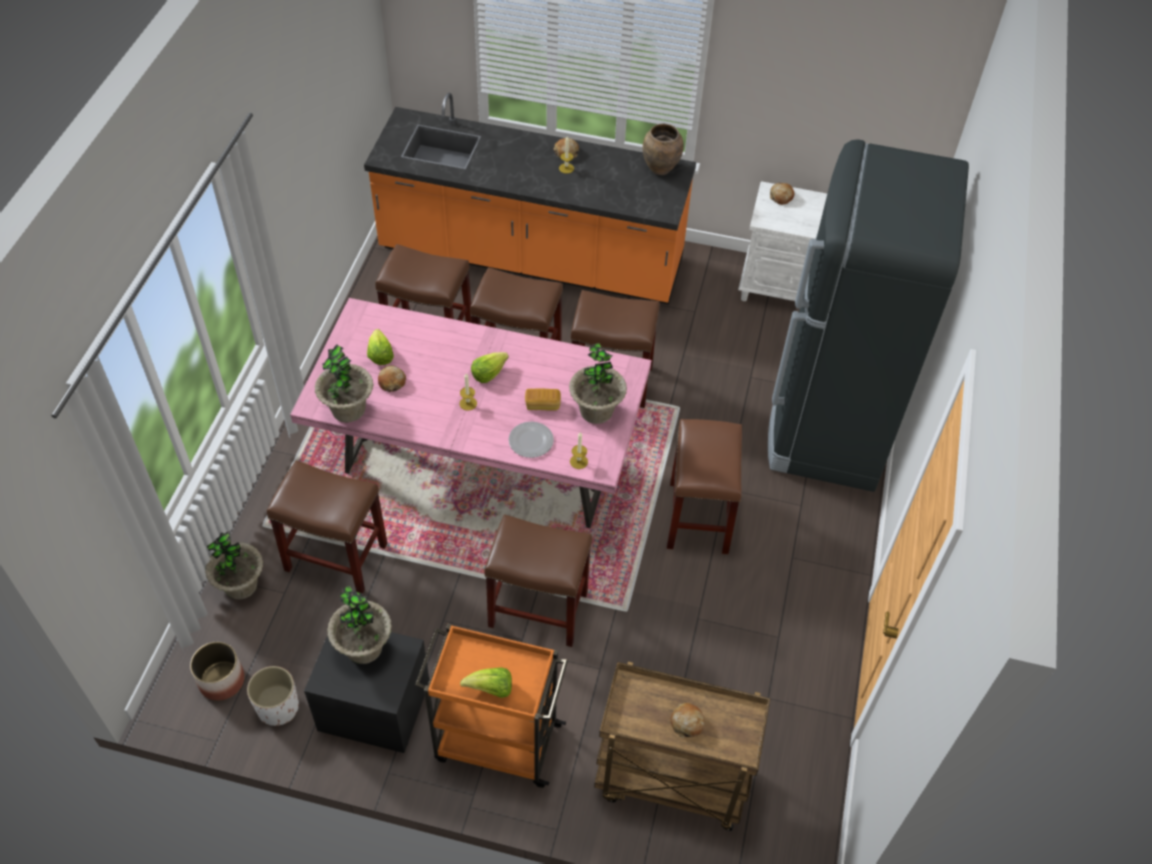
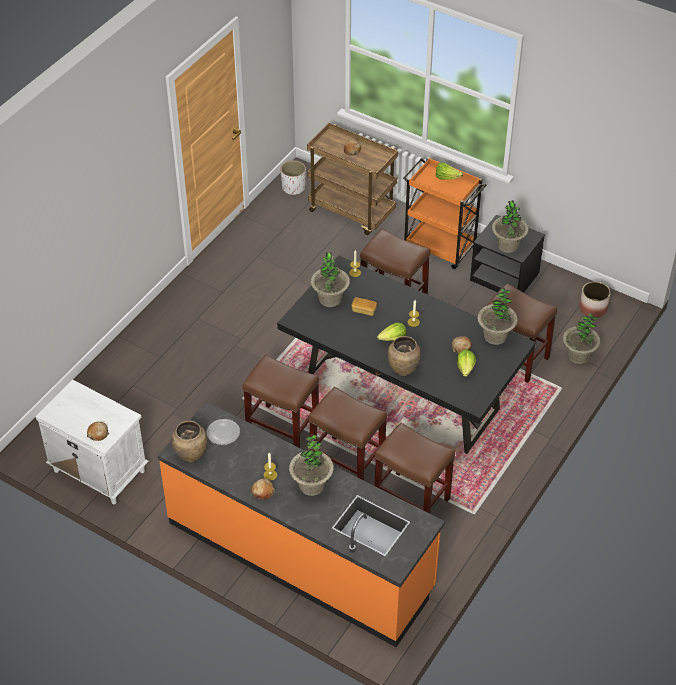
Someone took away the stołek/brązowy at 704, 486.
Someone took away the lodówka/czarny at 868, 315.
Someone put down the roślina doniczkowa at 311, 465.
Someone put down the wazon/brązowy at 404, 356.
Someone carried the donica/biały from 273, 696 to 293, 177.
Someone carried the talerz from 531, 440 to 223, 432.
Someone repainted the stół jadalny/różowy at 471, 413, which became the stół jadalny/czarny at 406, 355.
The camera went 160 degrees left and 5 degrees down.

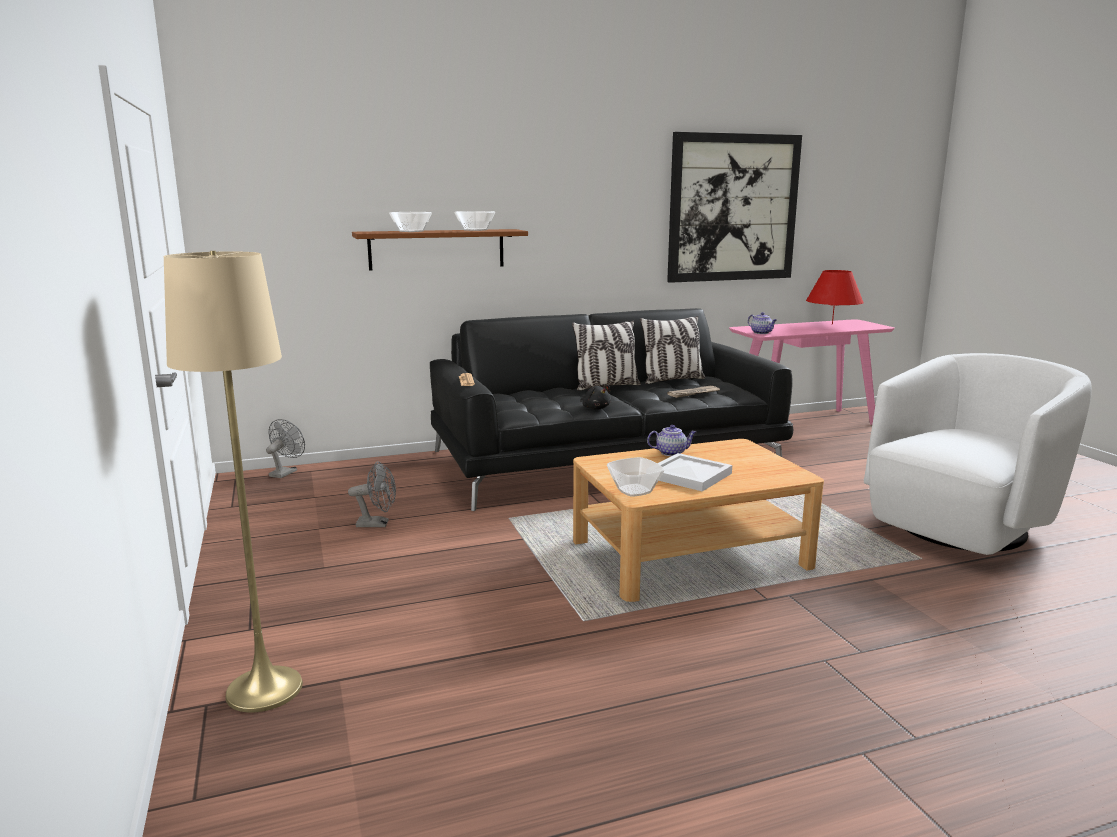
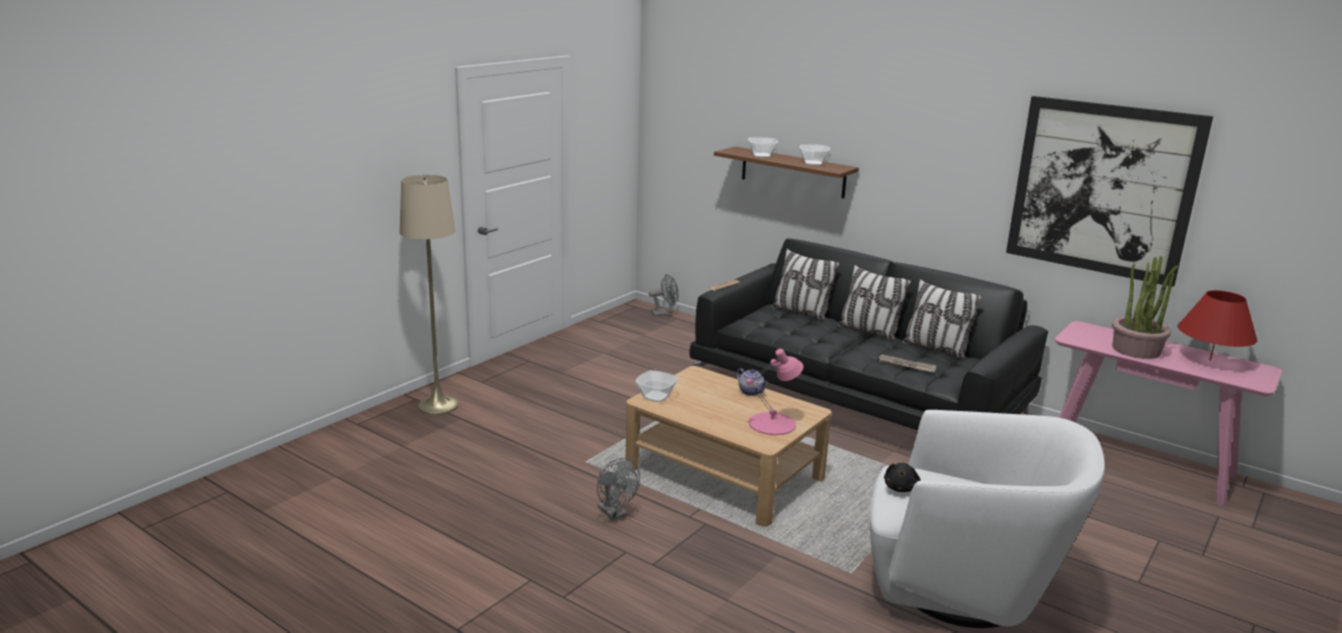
Someone took away the taca/biały at 695, 472.
Someone took away the imbryk at 762, 323.
Someone put down the lampa stołowa/różowy at 774, 392.
Someone put down the poduszka at 805, 285.
Someone put down the roślina doniczkowa at 1145, 307.
Someone carried the wentylator/szary from 372, 494 to 618, 489.
Someone carried the pluszak/czarny from 595, 397 to 902, 477.
The camera went 55 degrees right and 5 degrees up.

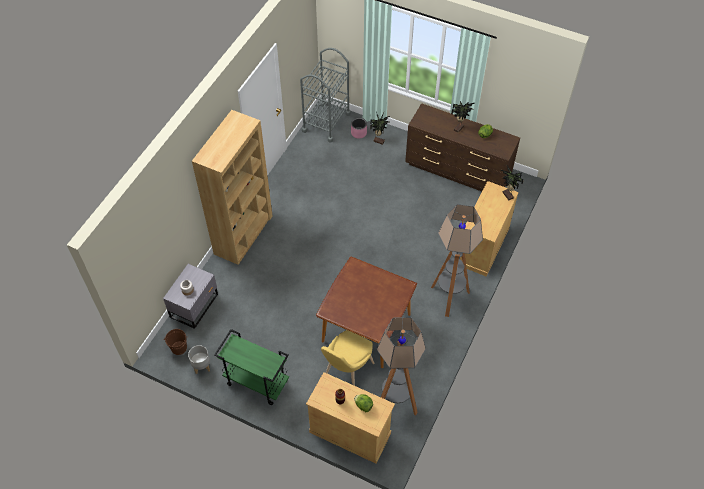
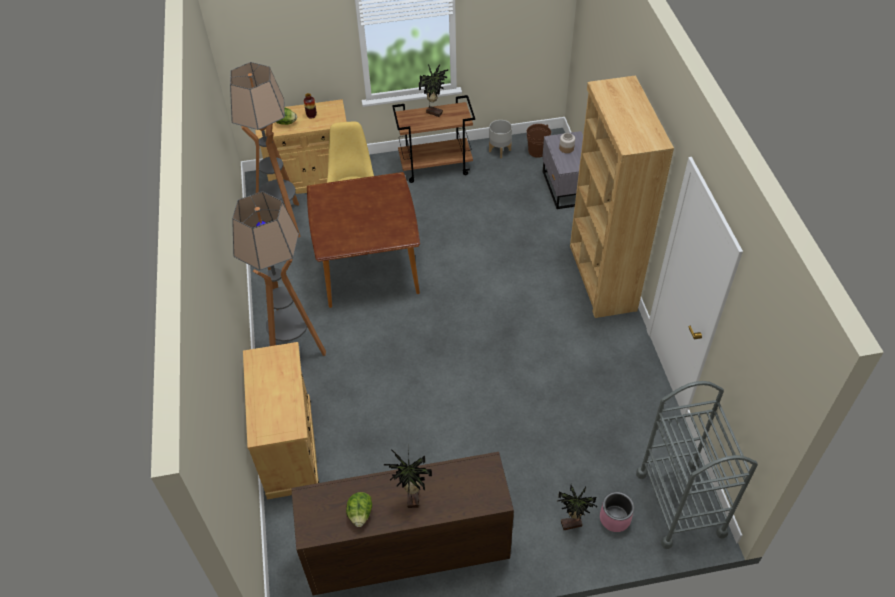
Someone carried the roślina doniczkowa from 512, 182 to 433, 90.
Someone repainted the wózek/zielony at 251, 367, which became the wózek/brązowy at 433, 139.
The camera went 145 degrees right and 5 degrees down.

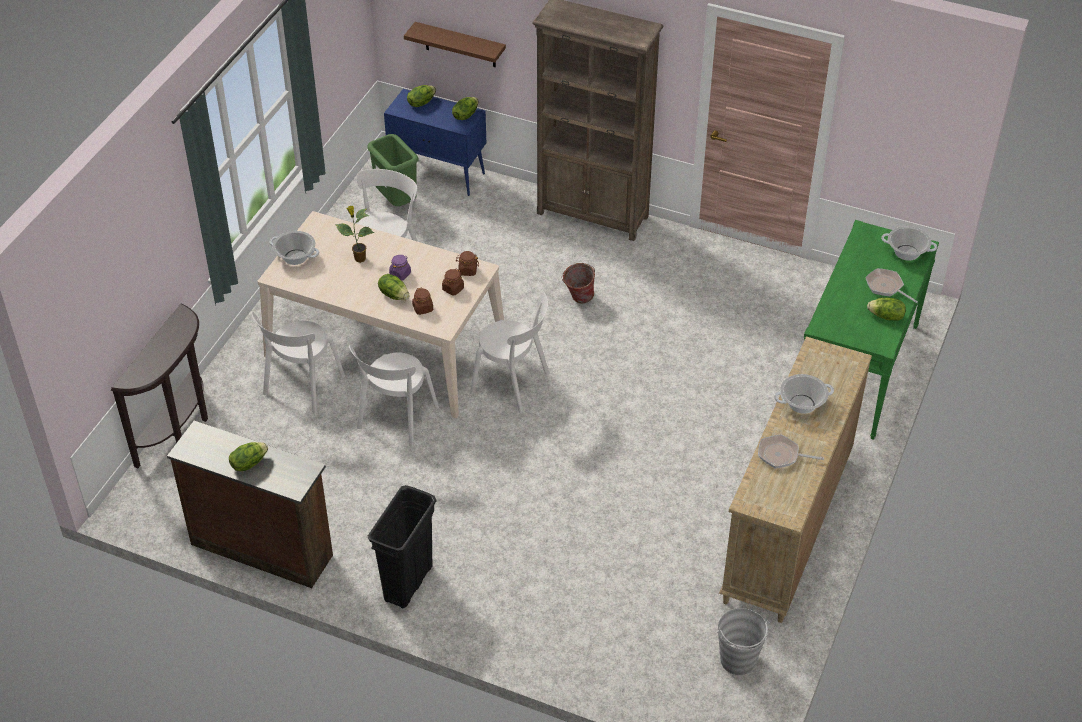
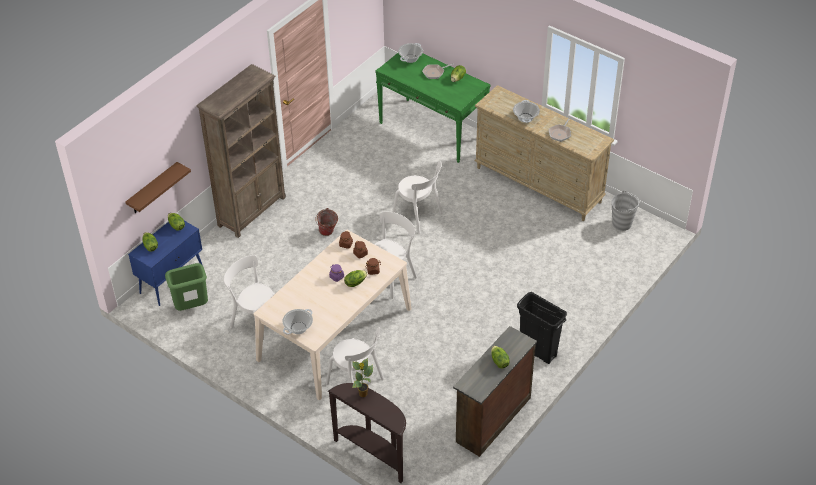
Someone carried the roślina doniczkowa from 354, 234 to 362, 377.
Someone carried the krzesło/biały from 394, 396 to 417, 197.
The camera went 75 degrees left and 0 degrees up.

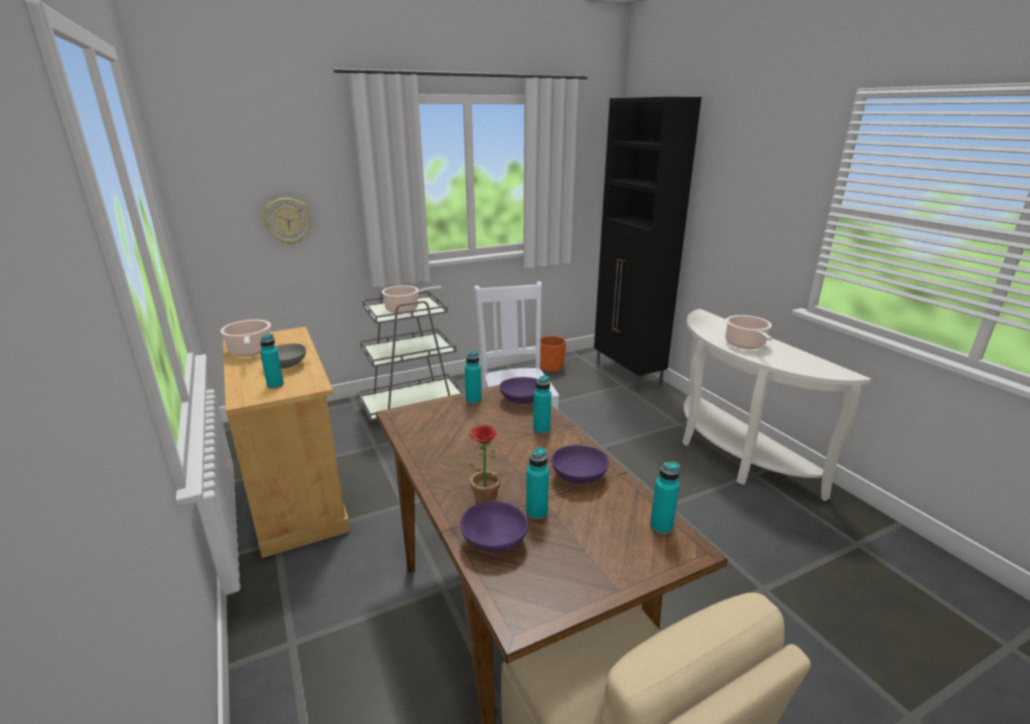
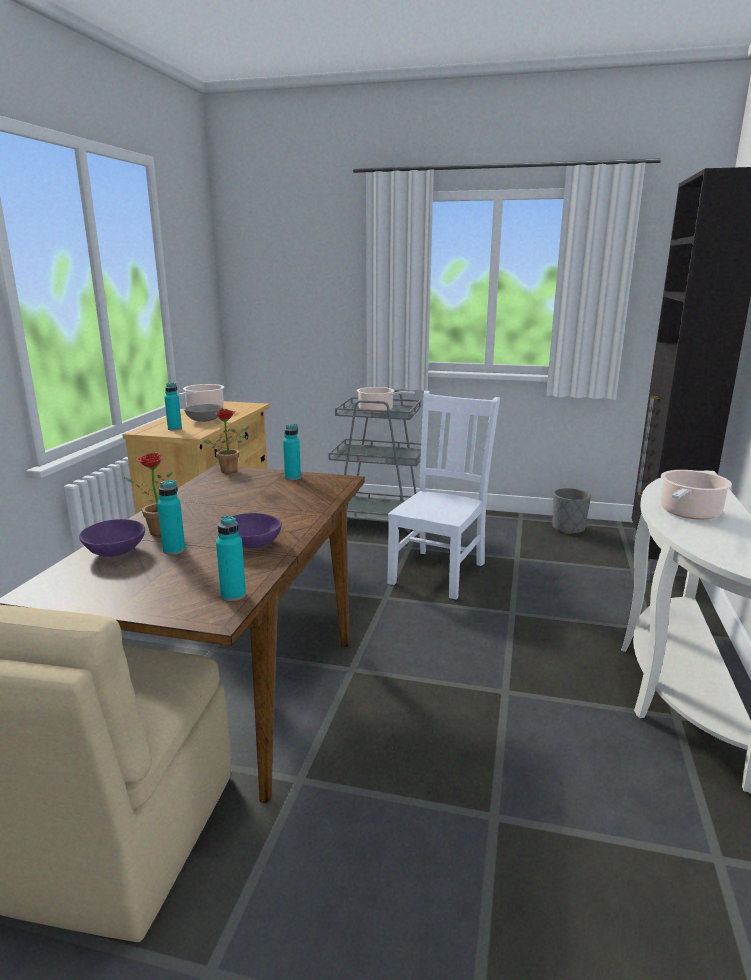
Someone took away the zegar ścienny at 287, 221.
Someone took away the miska/fioletowy at 519, 390.
Someone took away the butelka/turkusowy at 542, 404.
Someone put down the roślina doniczkowa at 226, 441.
Someone repainted the donica/pomarańczowy at 553, 354, which became the donica/szary at 571, 511.
The camera went 40 degrees right and 5 degrees down.

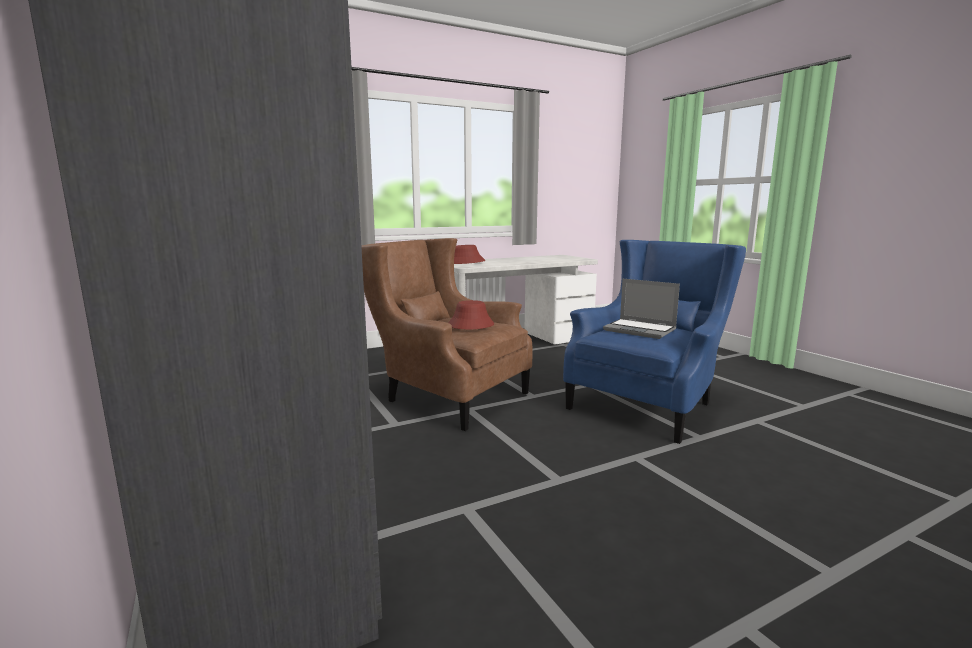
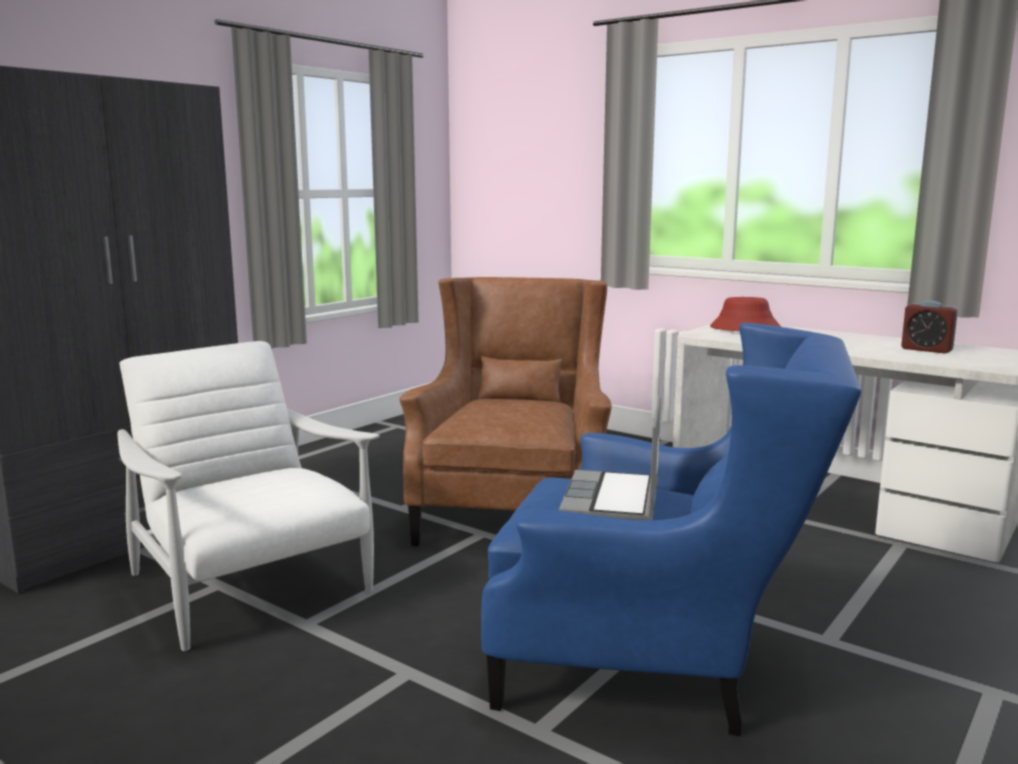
Someone took away the kapelusz/czerwony at 471, 314.
Someone put down the fotel/biały at 248, 496.
Someone put down the budzik at 929, 327.
The camera went 65 degrees right and 0 degrees up.

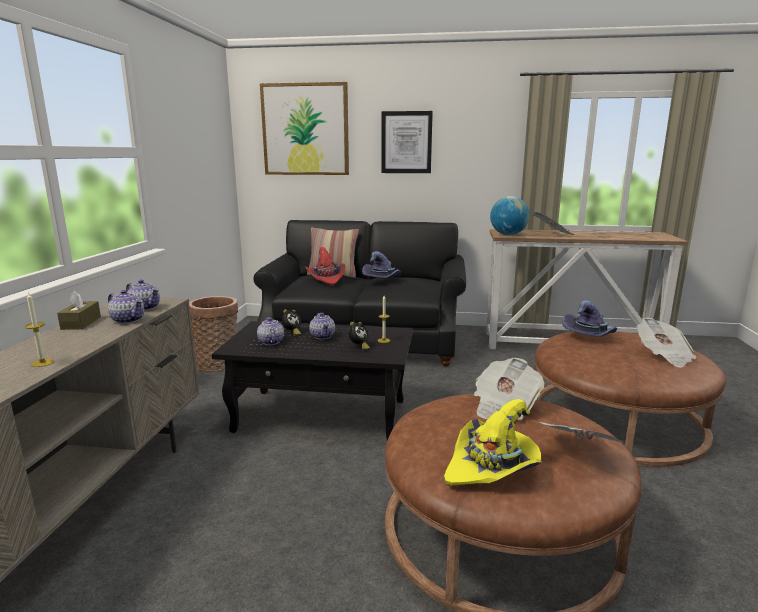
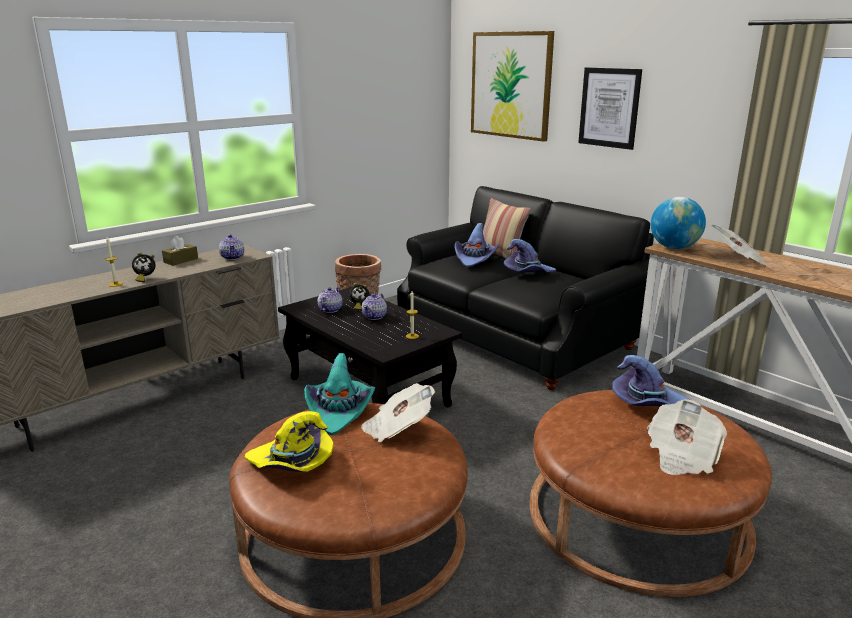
Someone took away the imbryk at 126, 307.
Someone took away the gazeta at 582, 432.
Someone put down the kapelusz/turkusowy at 339, 394.
Someone carried the budzik from 359, 336 to 144, 267.
Someone repainted the kapelusz/czerwony at 325, 266, which became the kapelusz/fioletowy at 476, 245.
The camera went 40 degrees right and 5 degrees up.

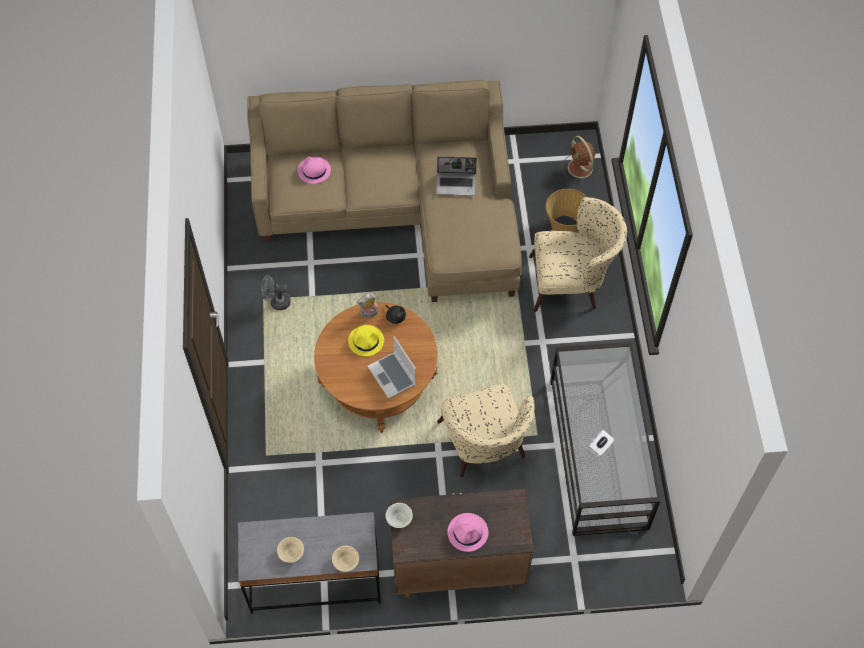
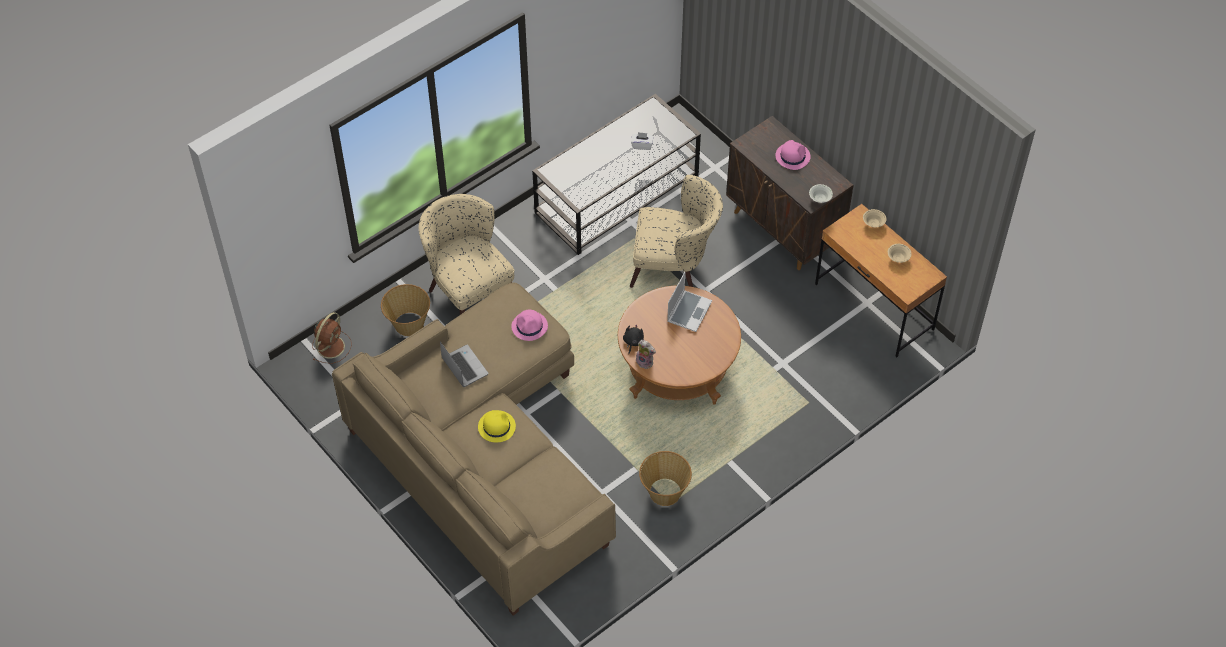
Someone carried the kapelusz/różowy from 314, 170 to 529, 325.
Someone carried the kapelusz/żółty from 366, 340 to 497, 426.
Someone swapped the wentylator/szary at 276, 292 for the koszyk at 665, 478.
Someone repainted the biurko/szary at 309, 563, which became the biurko/brązowy at 881, 280.
Someone rotated the fotel/beżowy at 486, 430 by 60 degrees clockwise.
The camera went 125 degrees left and 5 degrees down.

